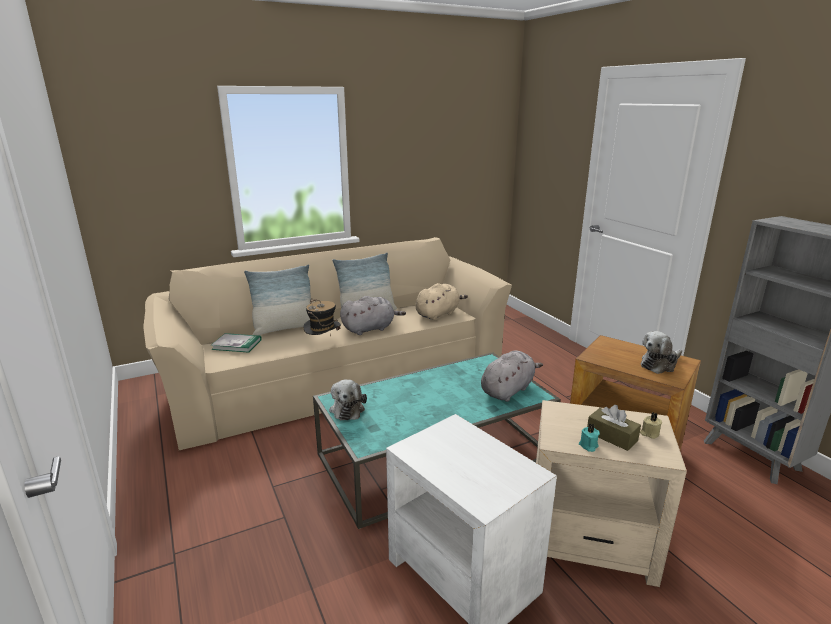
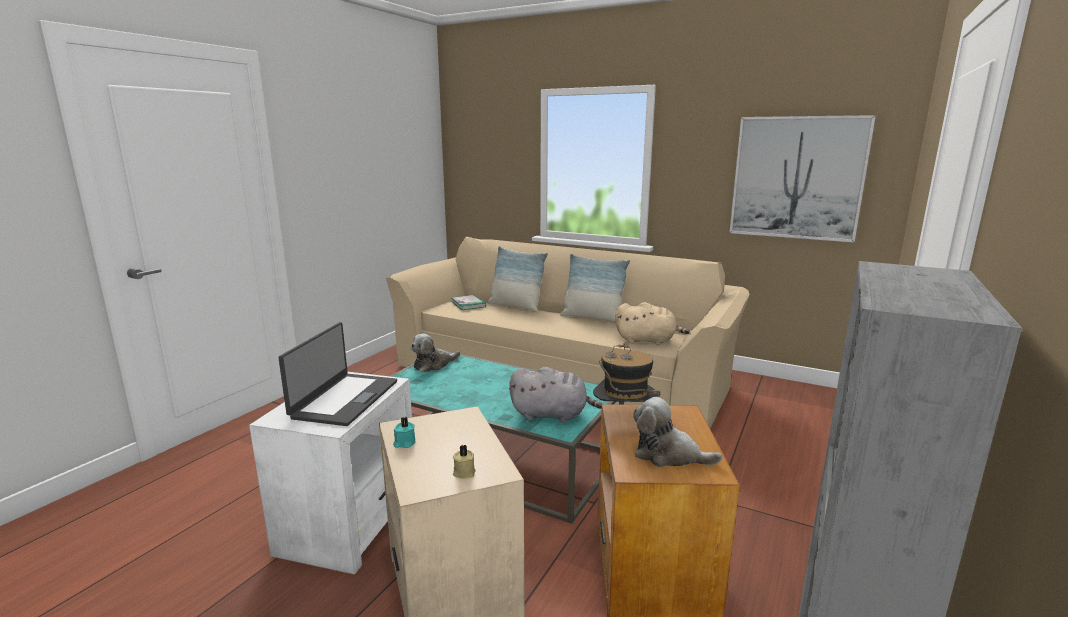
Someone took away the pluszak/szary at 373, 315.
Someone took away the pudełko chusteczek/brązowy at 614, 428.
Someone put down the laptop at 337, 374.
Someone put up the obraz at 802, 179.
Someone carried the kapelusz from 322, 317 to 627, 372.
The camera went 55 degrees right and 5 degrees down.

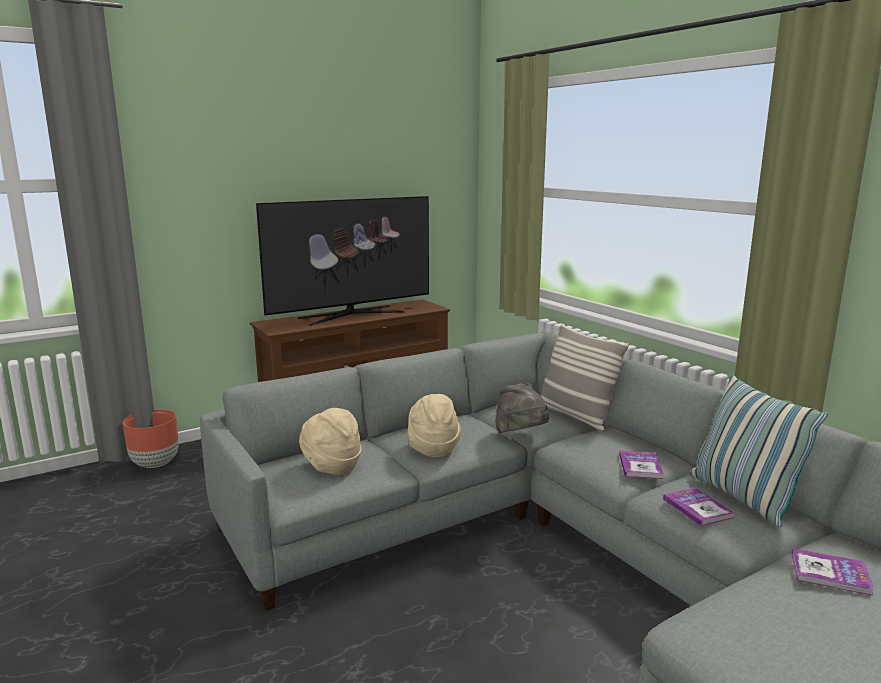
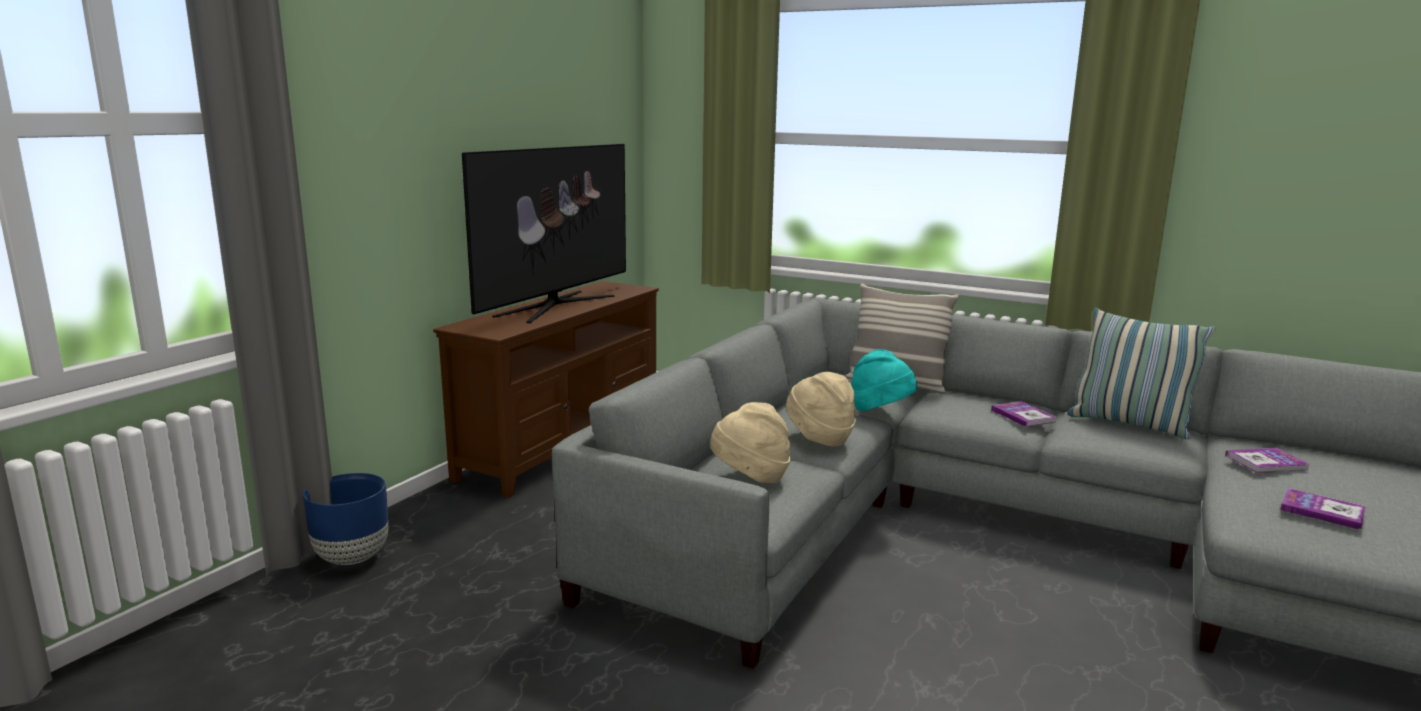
Someone carried the książka from 699, 506 to 1323, 509.
Someone repainted the donica/brązowy at 151, 438, which became the donica/niebieski at 346, 519.
Someone repainted the kapelusz/szary at 522, 407, which became the kapelusz/turkusowy at 884, 380.
The camera went 30 degrees left and 0 degrees up.

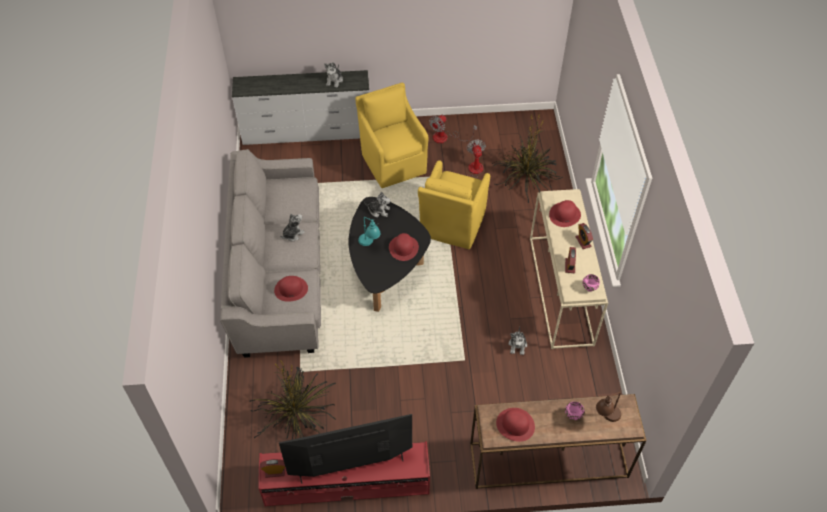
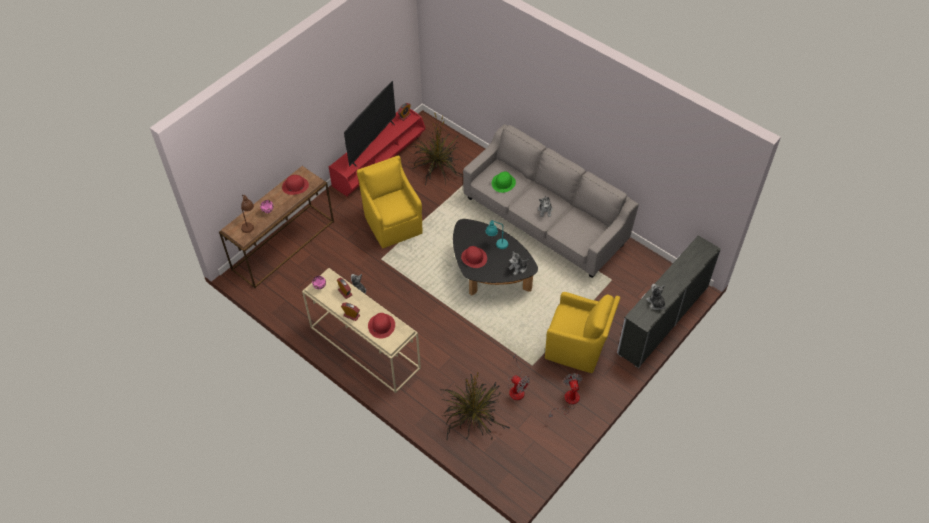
Someone carried the fotel/żółty from 454, 205 to 389, 201.
Someone repainted the kapelusz/czerwony at 291, 289, which became the kapelusz/zielony at 504, 182.
The camera went 135 degrees right and 0 degrees up.

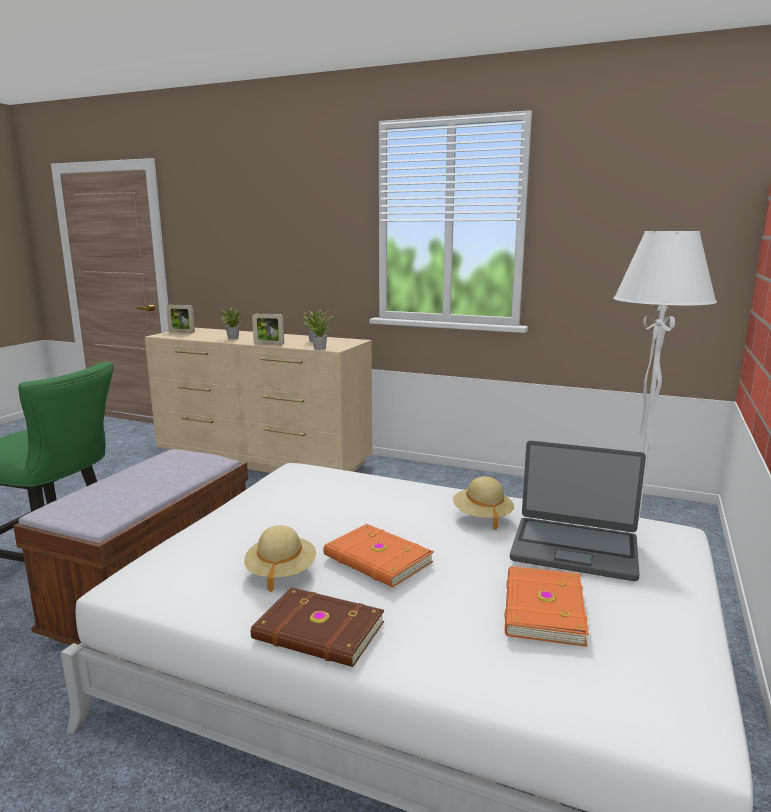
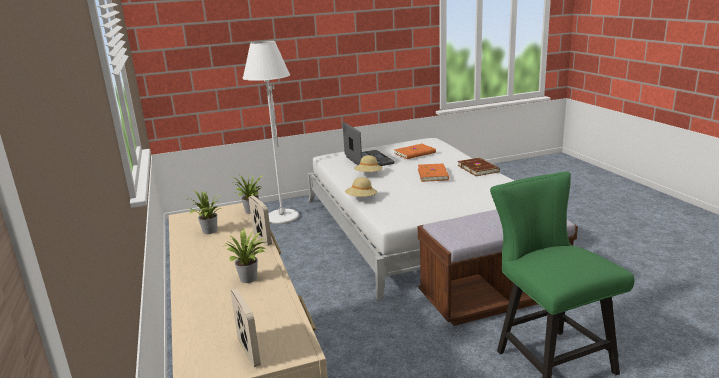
Someone carried the kapelusz/beżowy from 280, 558 to 361, 187.
The camera went 130 degrees left and 5 degrees up.

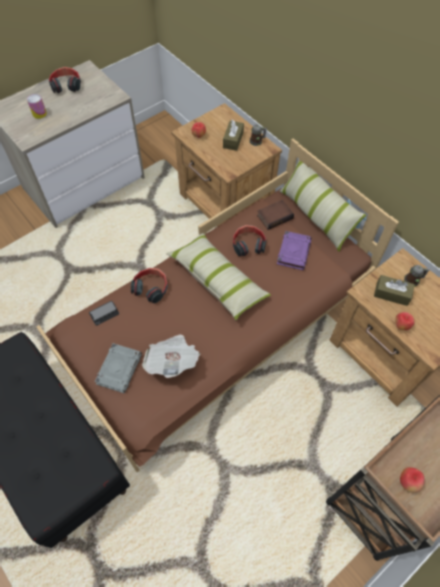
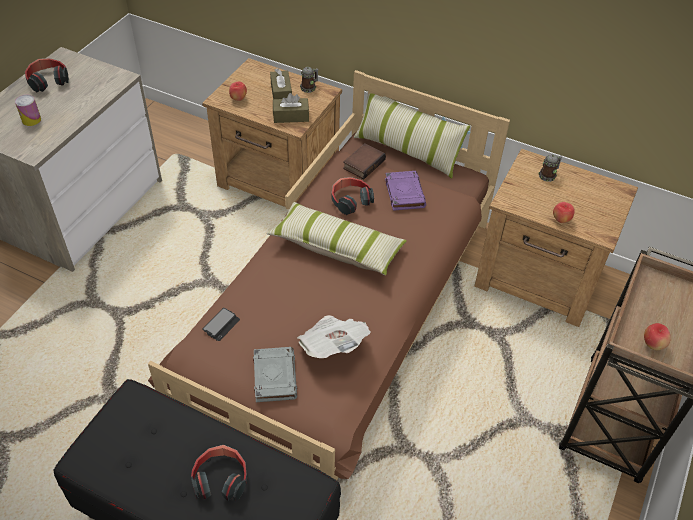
Someone carried the słuchawki from 149, 285 to 219, 473.
Someone carried the pudełko chusteczek/brązowy from 394, 290 to 291, 108.
The camera went 25 degrees left and 10 degrees down.

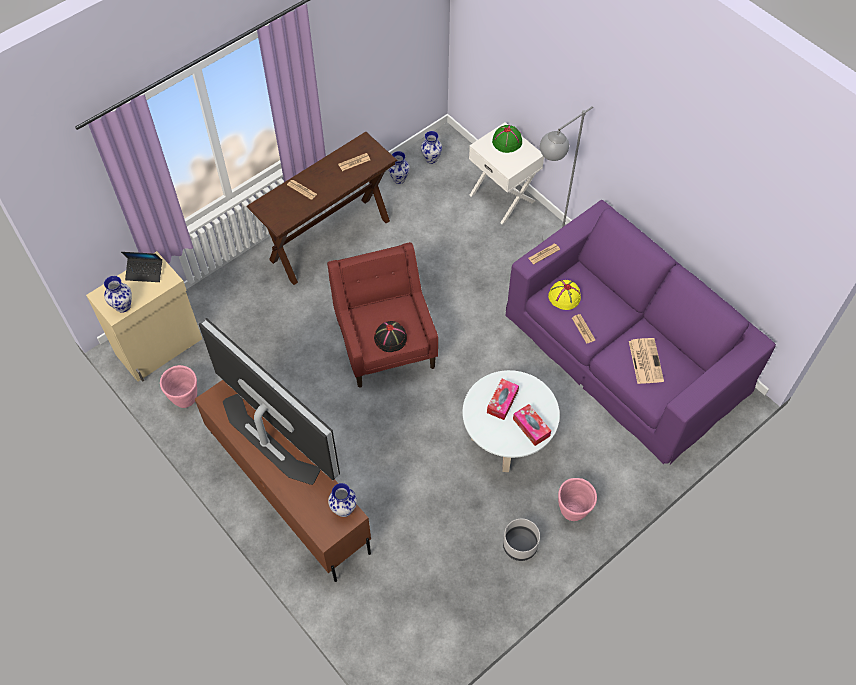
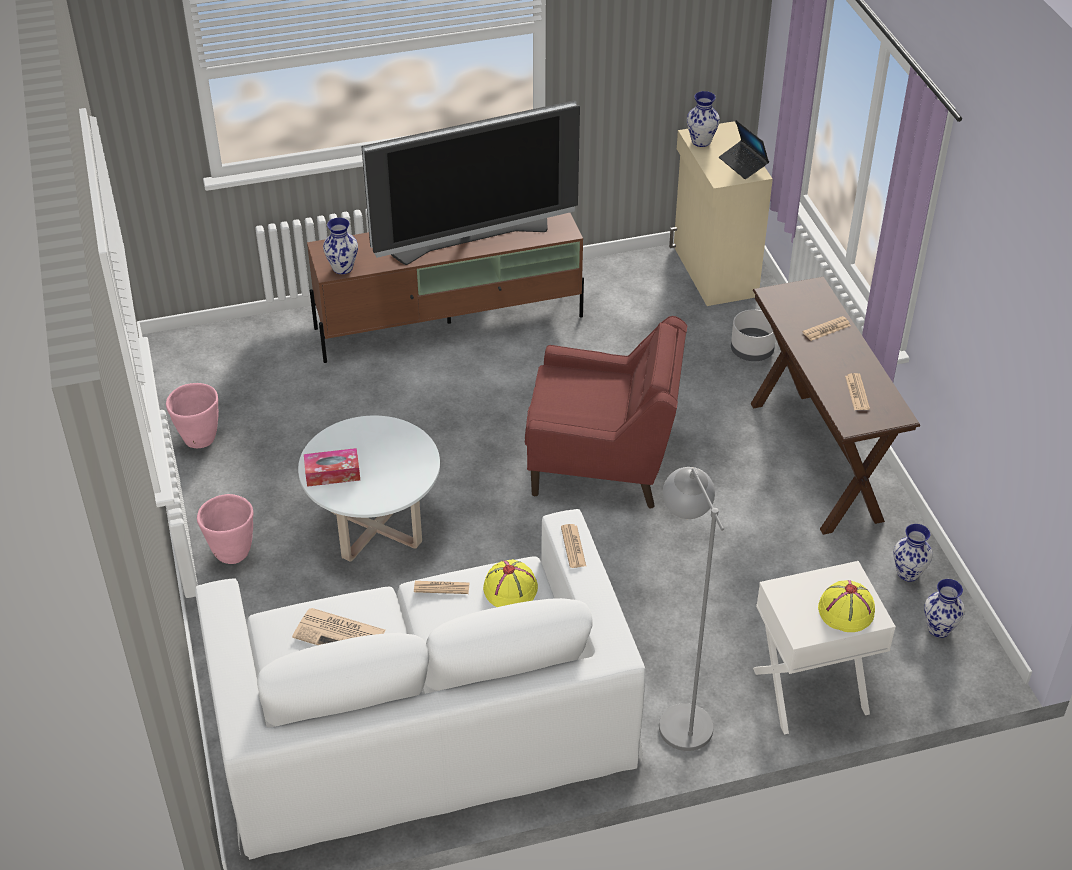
Someone took away the kapelusz/czarny at 390, 336.
Someone took away the pudełko chusteczek at 503, 399.
Someone carried the donica/różowy from 178, 386 to 192, 415.
Someone carried the donica/szary from 521, 540 to 753, 335.
Someone repainted the kapelusz/zielony at 507, 139, which became the kapelusz/żółty at 846, 606.
Someone repainted the kanapa/fioletowy at 640, 332, which became the kanapa/biały at 420, 684.
Someone rotated the laptop at 141, 267 by 60 degrees counterclockwise.
The camera went 115 degrees right and 15 degrees down.

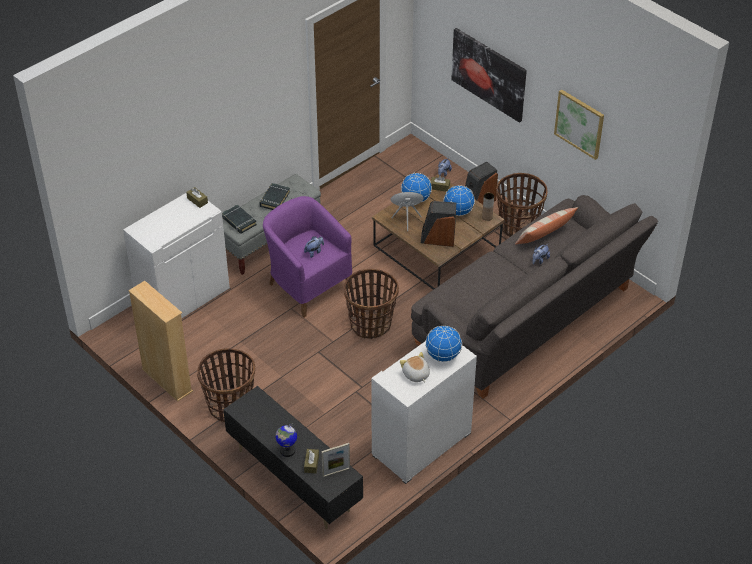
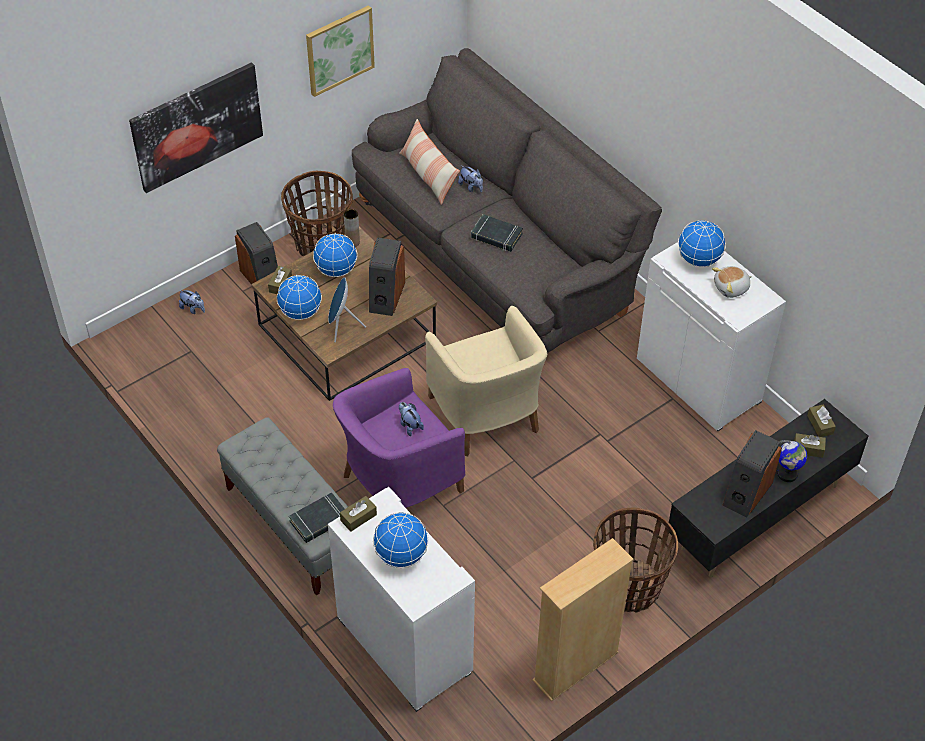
Someone put down the globus at 401, 540.
Someone put down the głośnik at 752, 474.
Someone carried the książka/czarny from 274, 196 to 497, 233.
Someone swapped the ramka na zdjęcie at 335, 460 for the pudełko chusteczek/brązowy at 821, 420.
Someone swapped the koszyk at 371, 304 for the fotel/beżowy at 486, 381.
The camera went 85 degrees left and 5 degrees up.

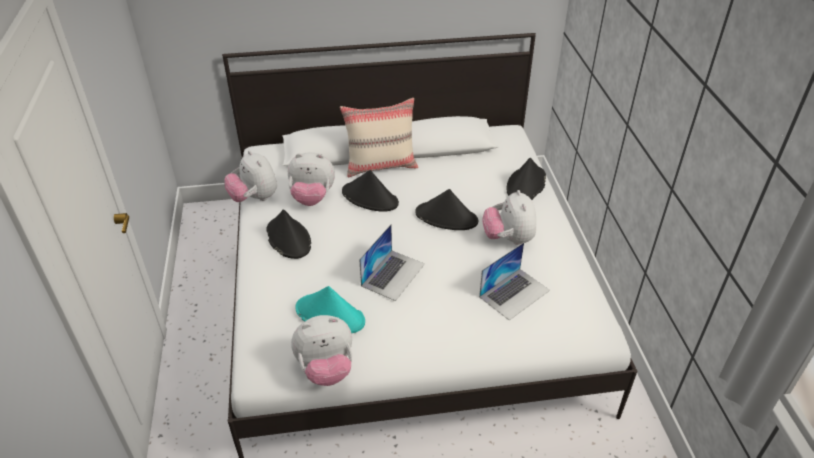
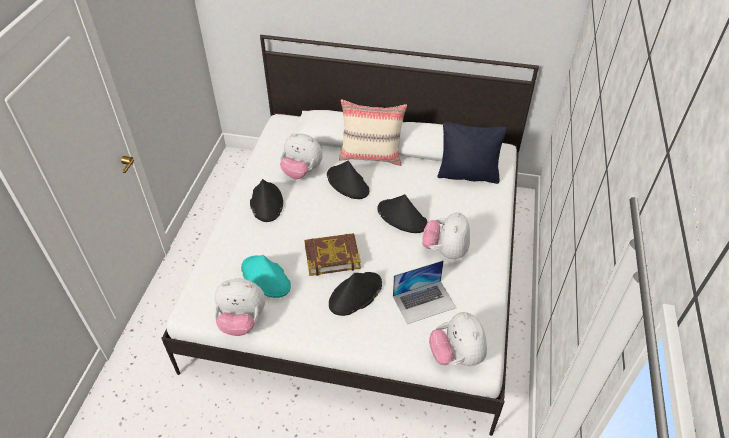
Someone put down the poduszka/czarny at 472, 153.
Someone carried the pluszak from 250, 176 to 458, 339.
Someone carried the kapelusz/czarny from 526, 178 to 355, 294.
Someone swapped the laptop at 392, 262 for the książka at 332, 254.
The camera went 20 degrees right and 5 degrees up.

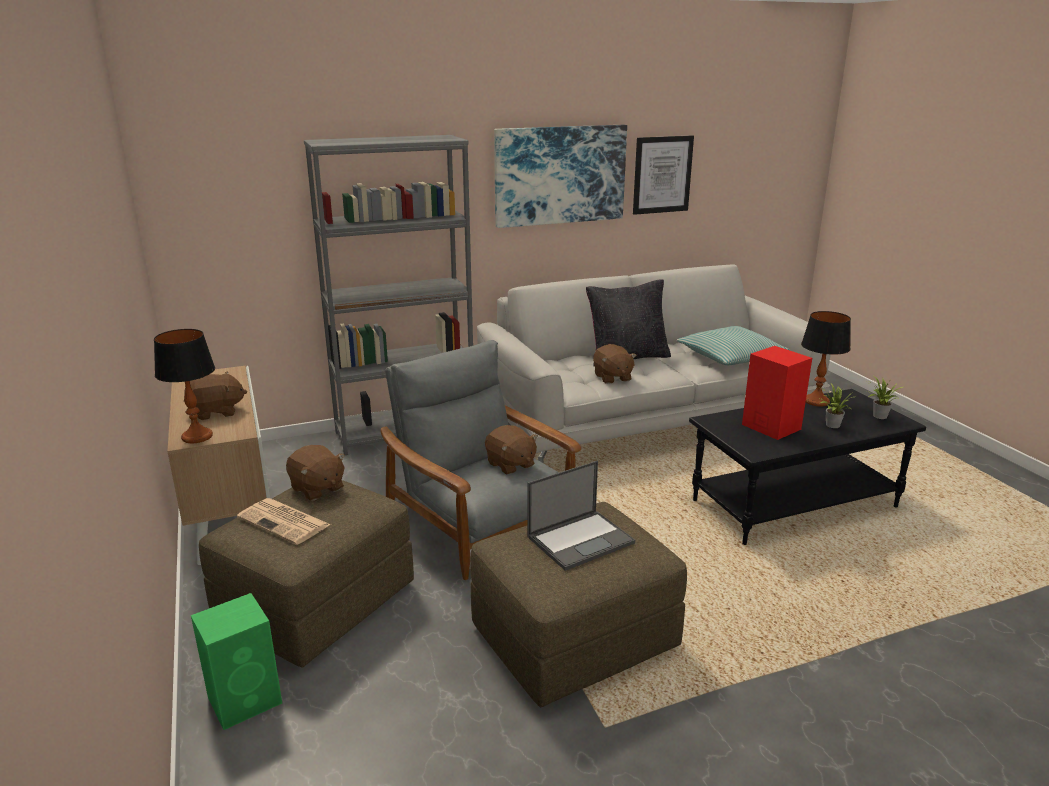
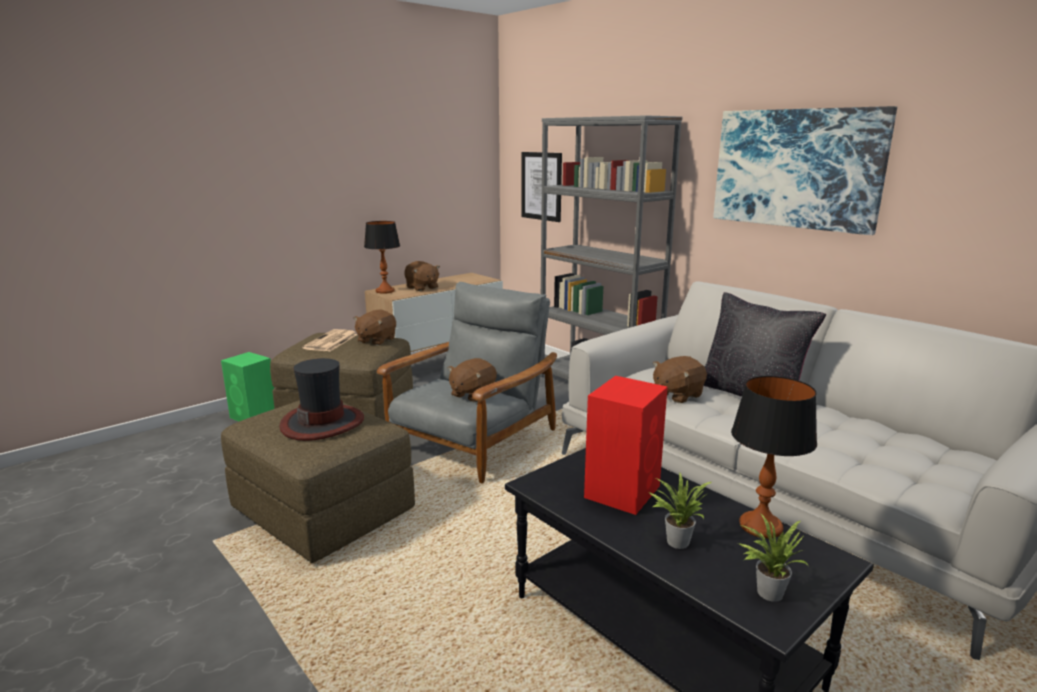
Someone took away the poduszka at 733, 345.
Someone carried the obraz from 663, 175 to 541, 187.
Someone swapped the laptop at 581, 516 for the kapelusz at 321, 399.
The camera went 70 degrees right and 5 degrees down.

